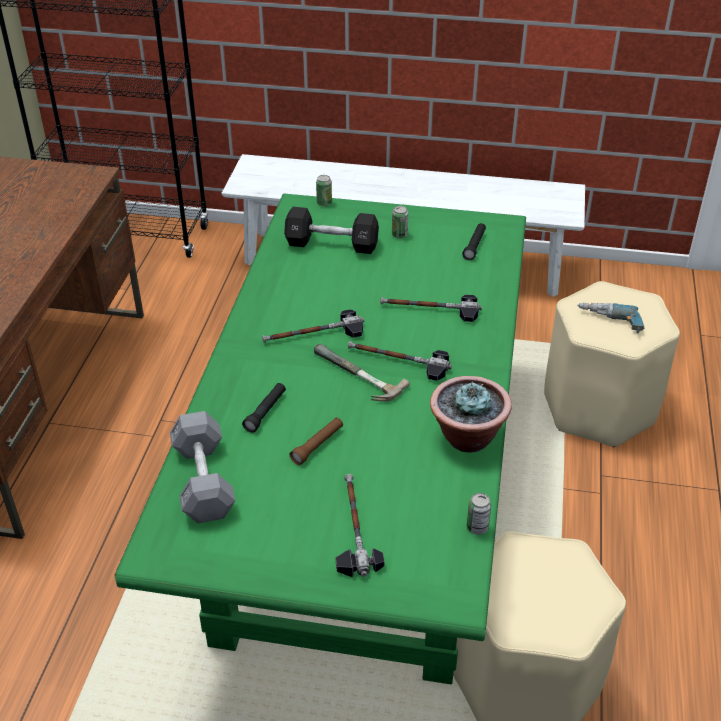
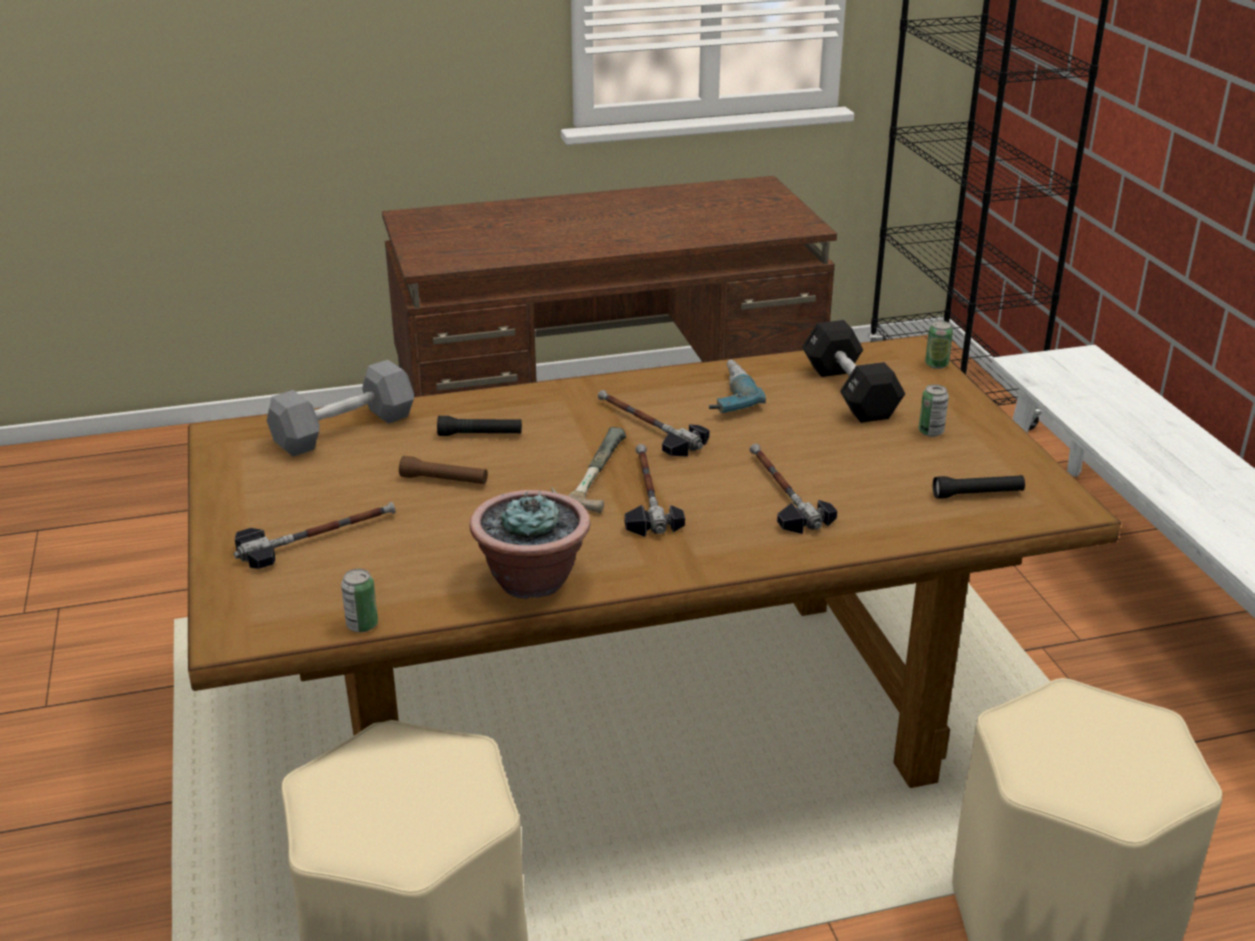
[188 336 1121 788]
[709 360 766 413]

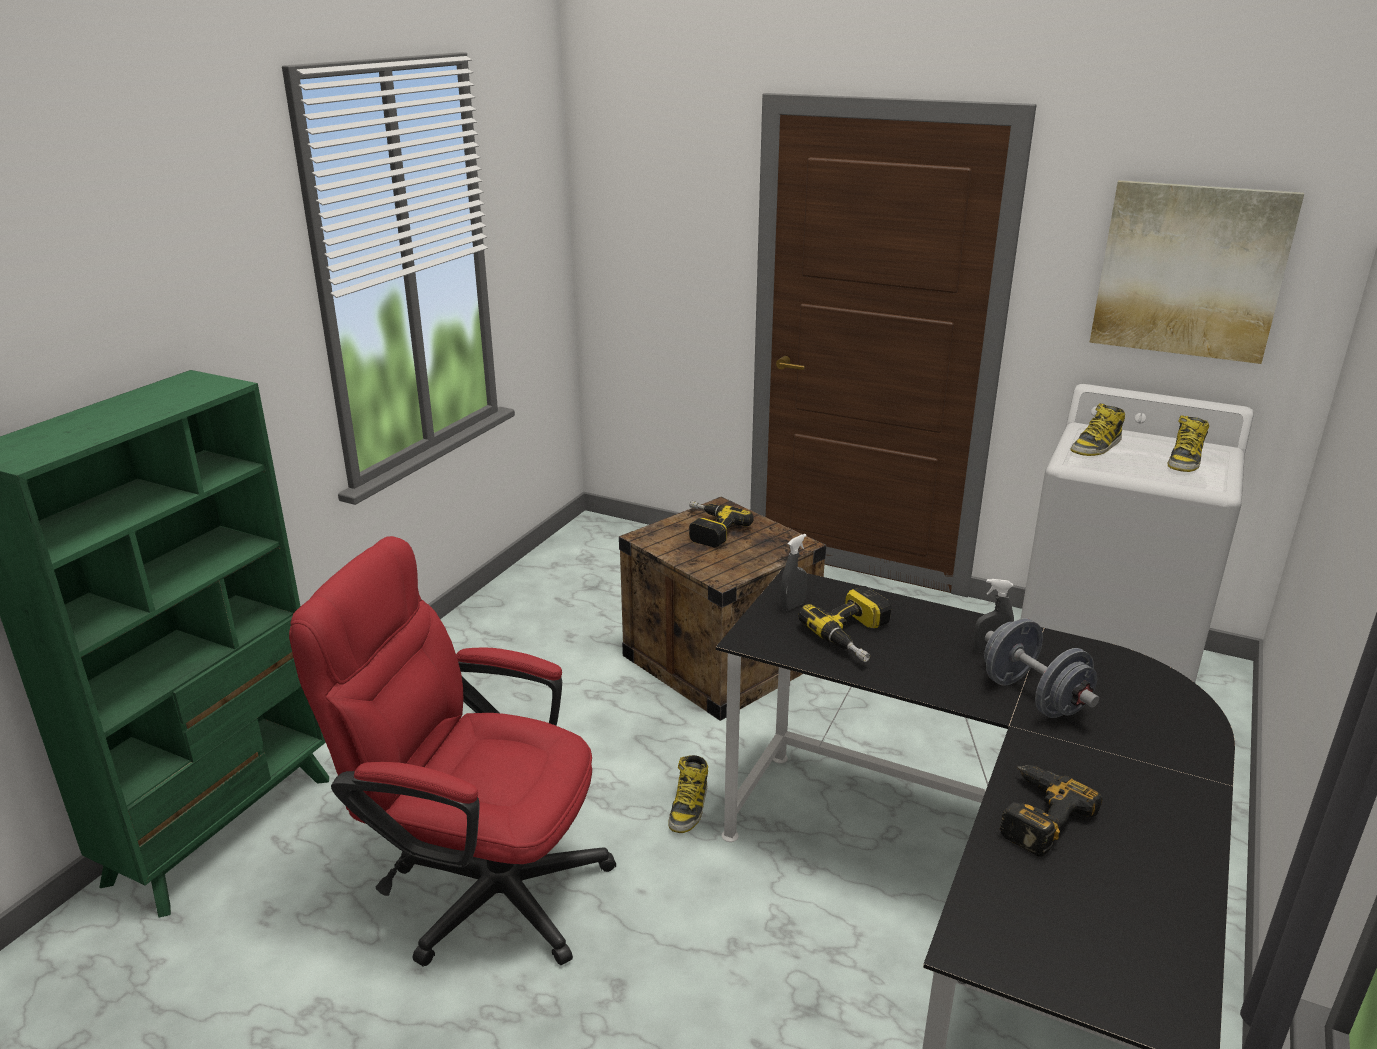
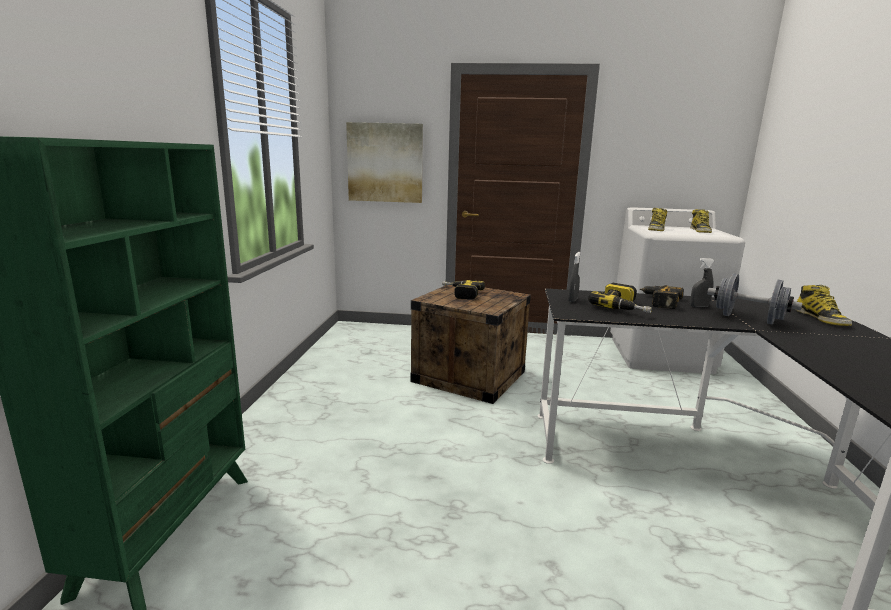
[346 122 423 203]
[289 536 616 967] (first image)
[795 285 852 326]
[640 285 684 309]

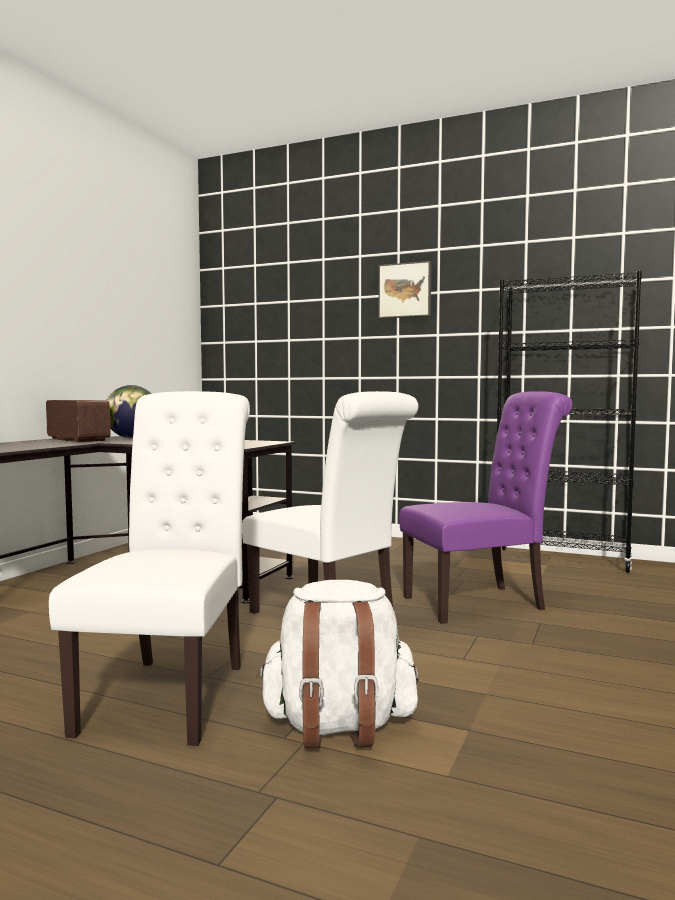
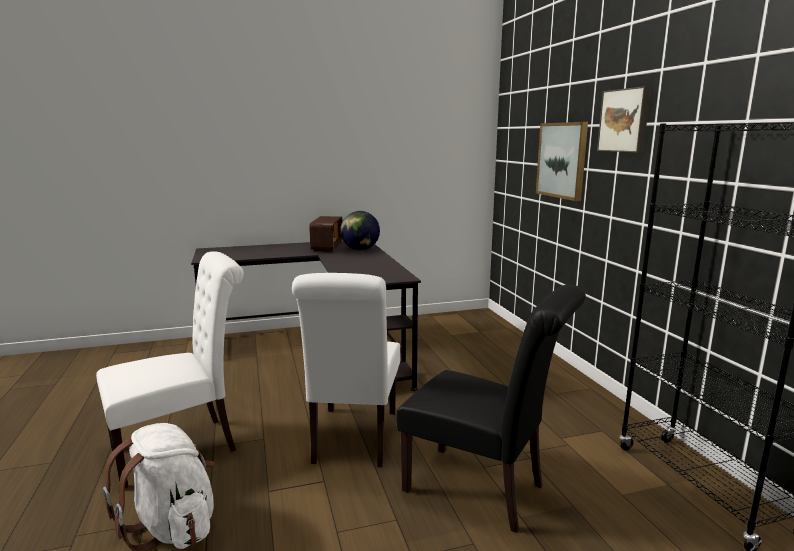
[396 285 586 533]
[536 122 588 201]

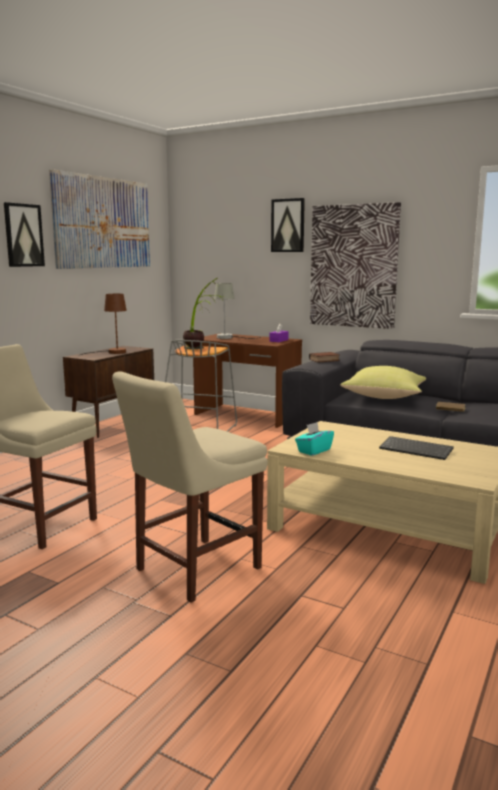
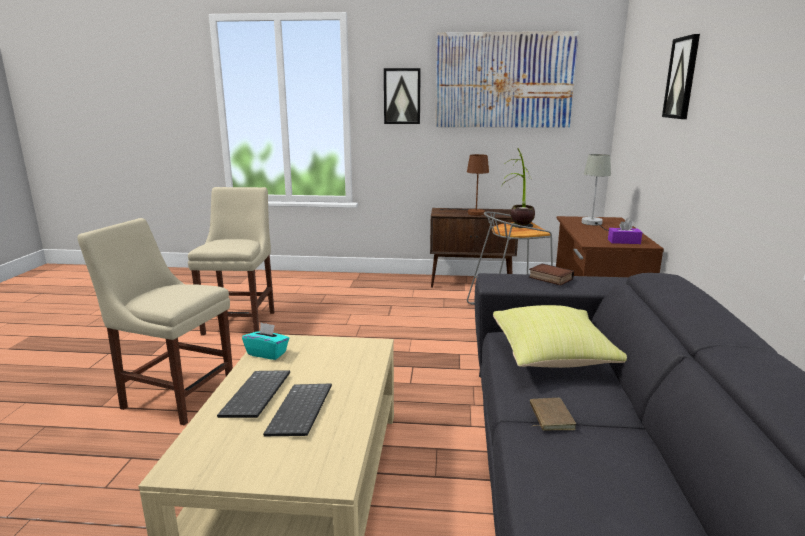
[310 202 401 329] (first image)
[217 370 290 418]

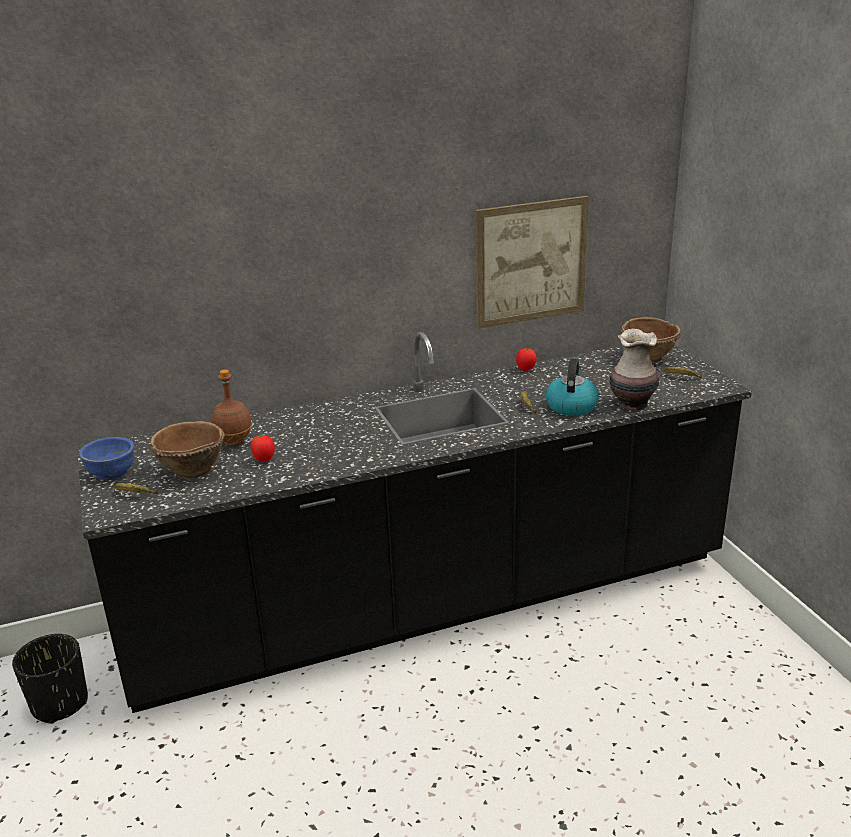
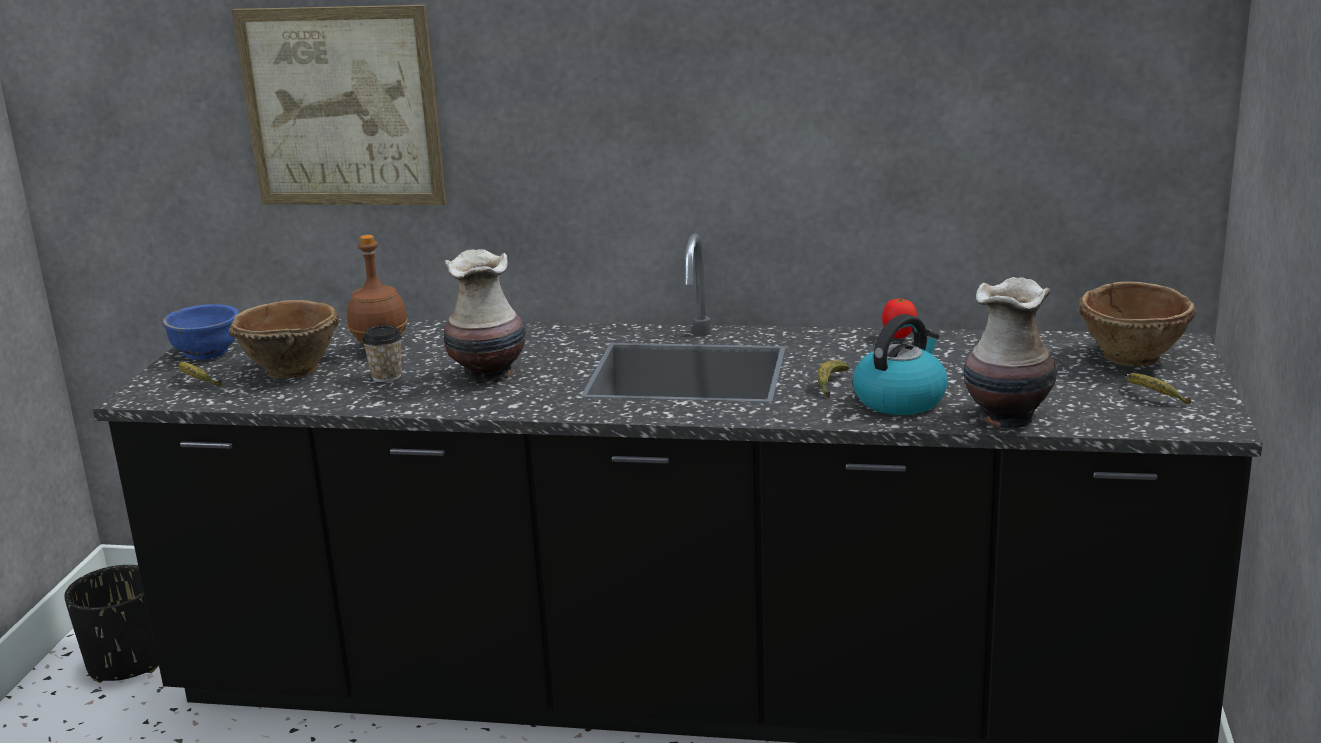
[232 5 447 205]
[362 325 402 382]
[444 249 526 384]

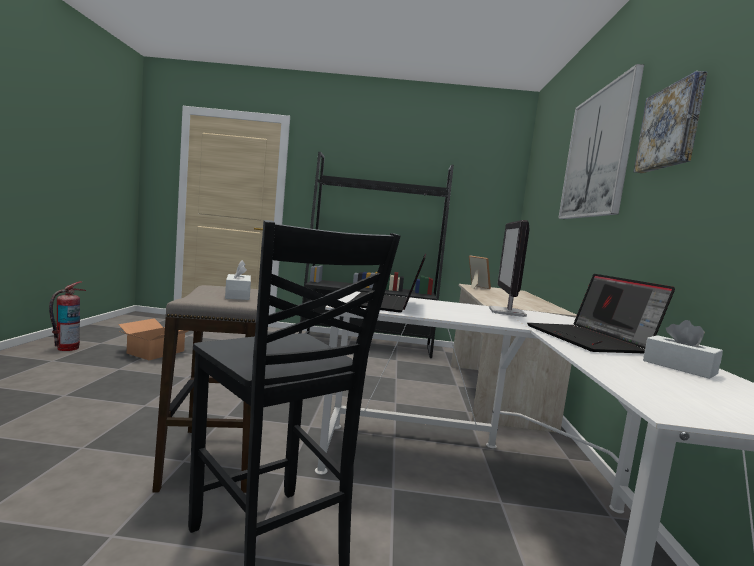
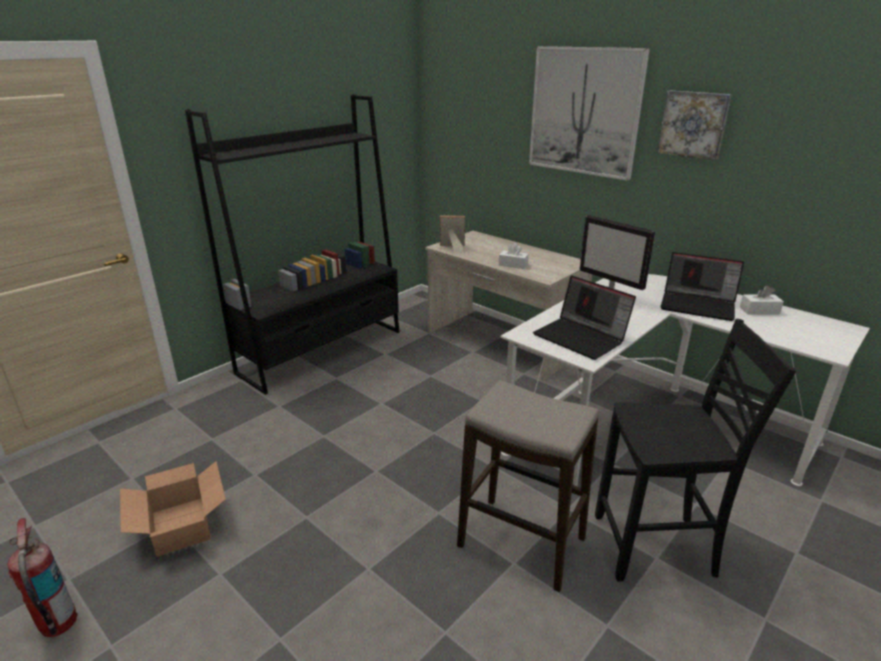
[499 243 529 269]

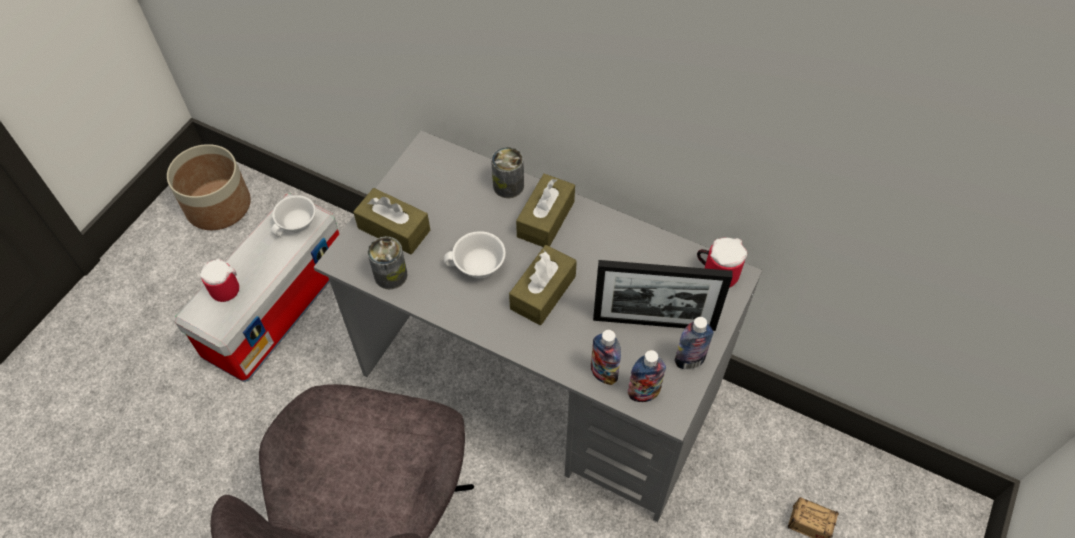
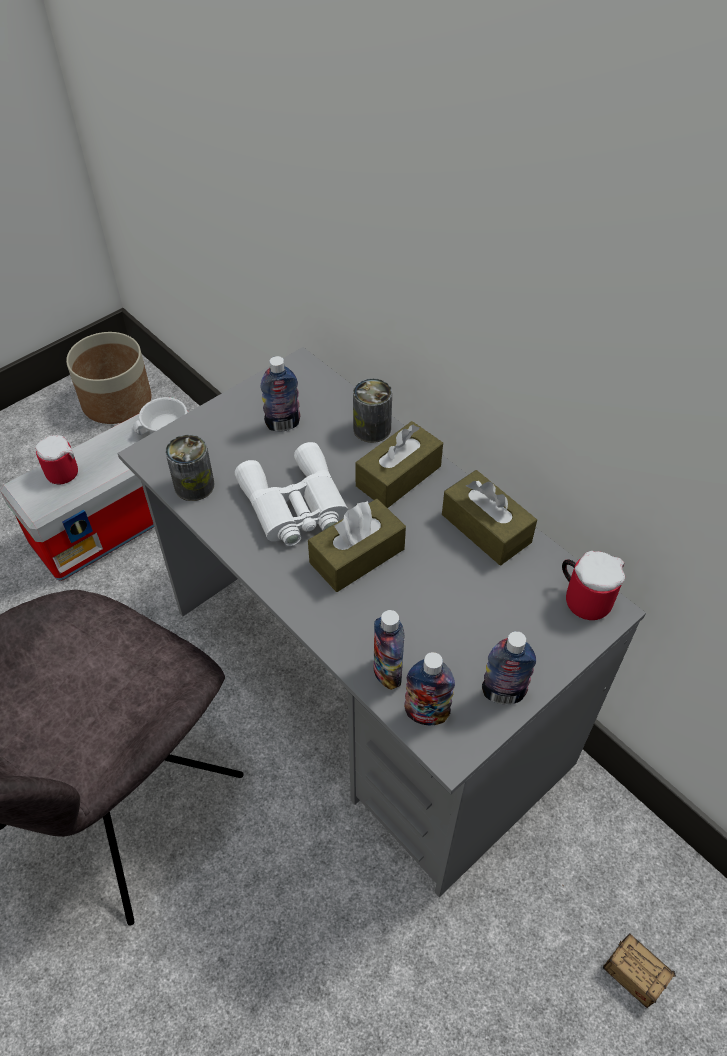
[442 470 537 565]
[235 442 348 546]
[593 260 732 331] (first image)
[260 356 301 431]

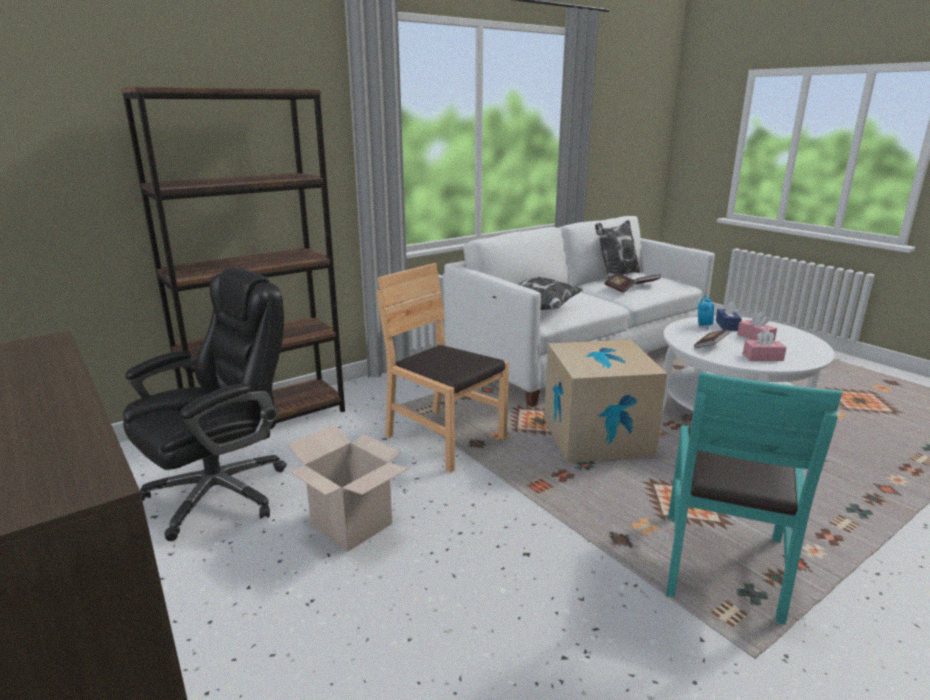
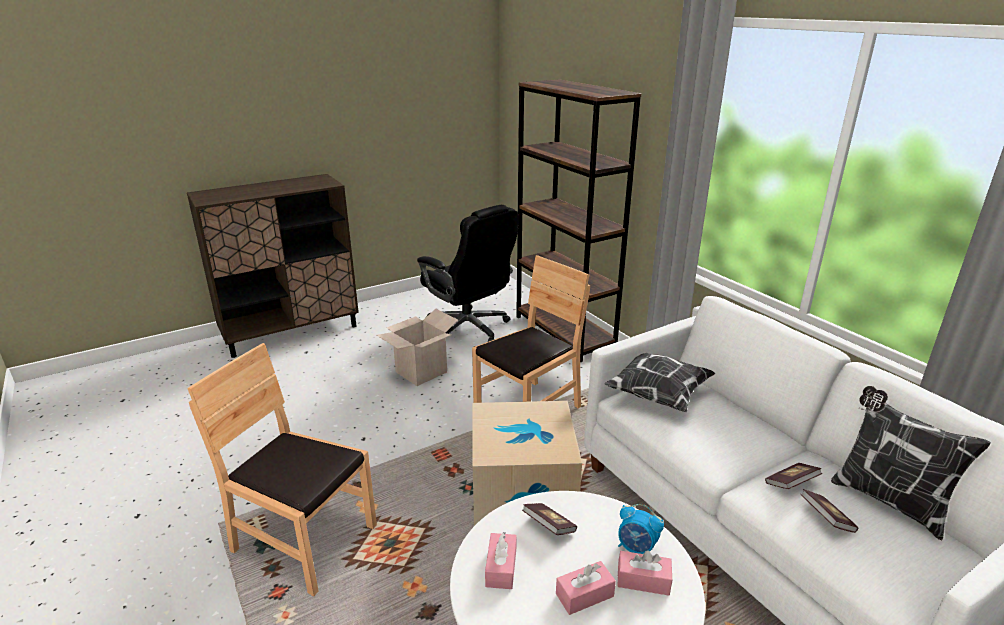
[617 550 672 595]
[188 343 377 596]

